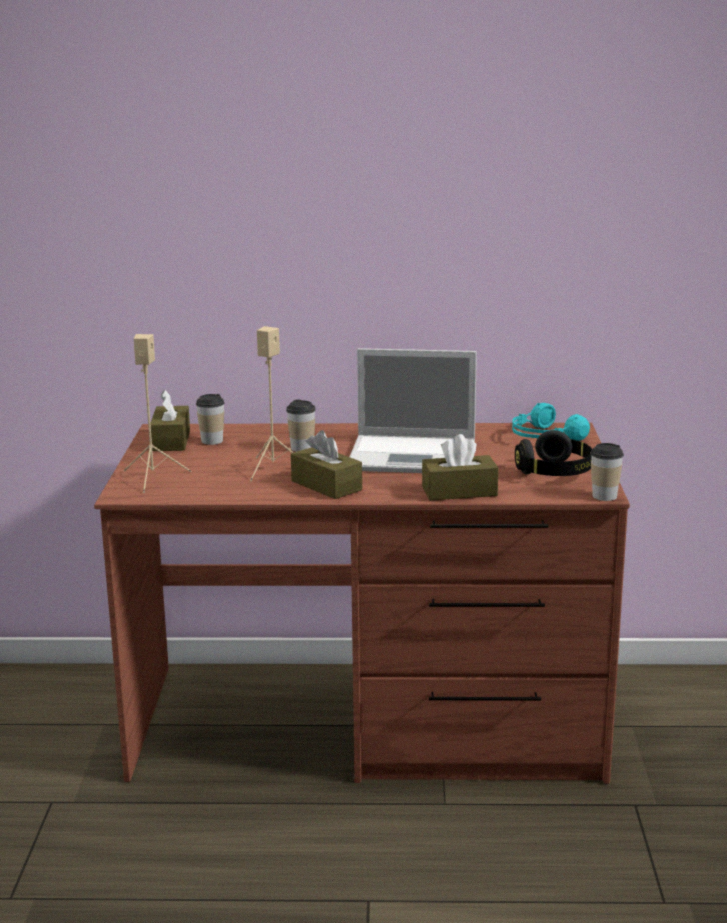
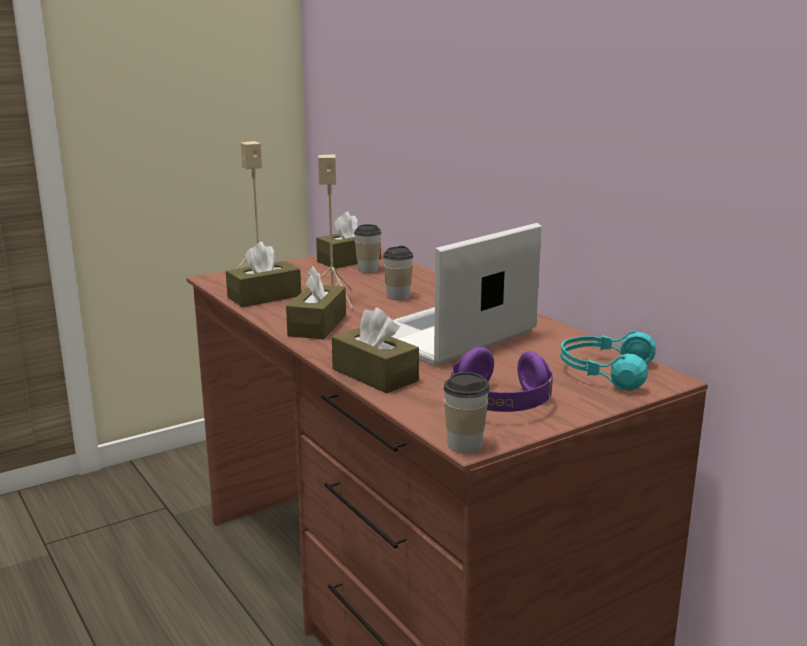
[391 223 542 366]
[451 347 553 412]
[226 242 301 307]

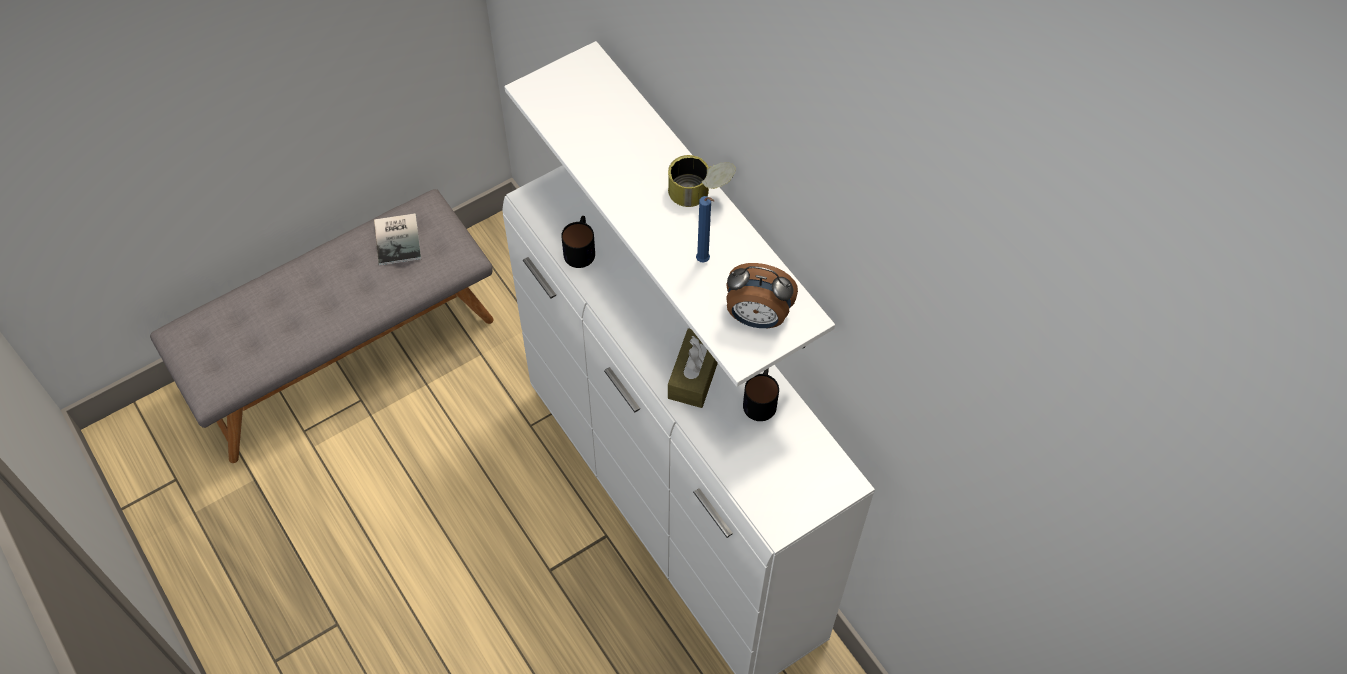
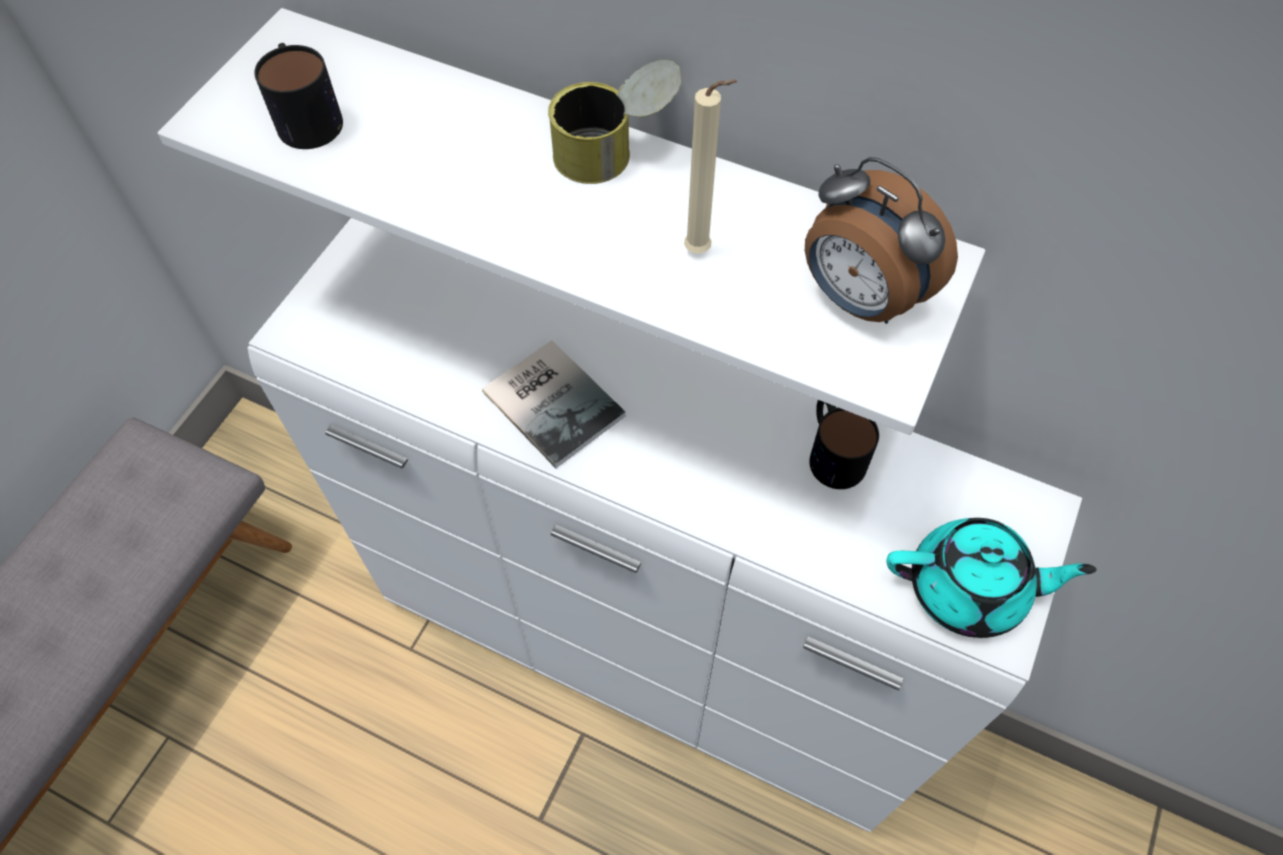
[684 79 737 253]
[482 340 626 468]
[254 43 343 149]
[805 157 958 324]
[668 328 718 408] (first image)
[887 518 1097 638]

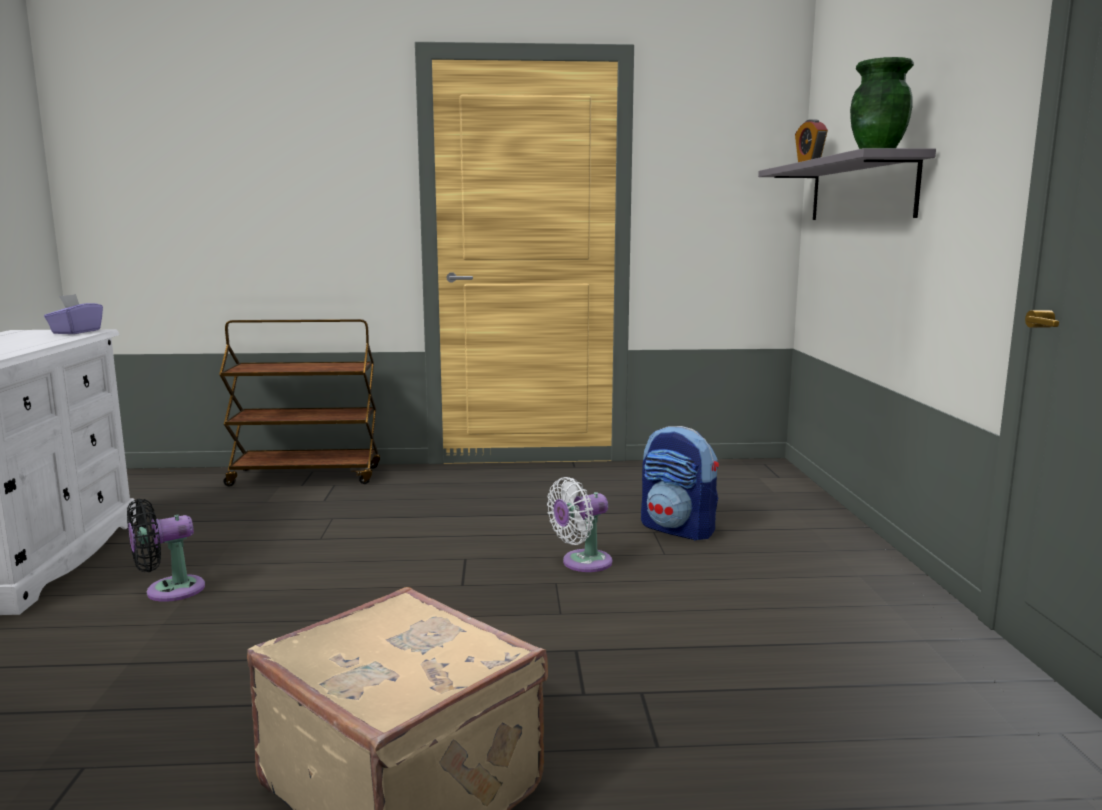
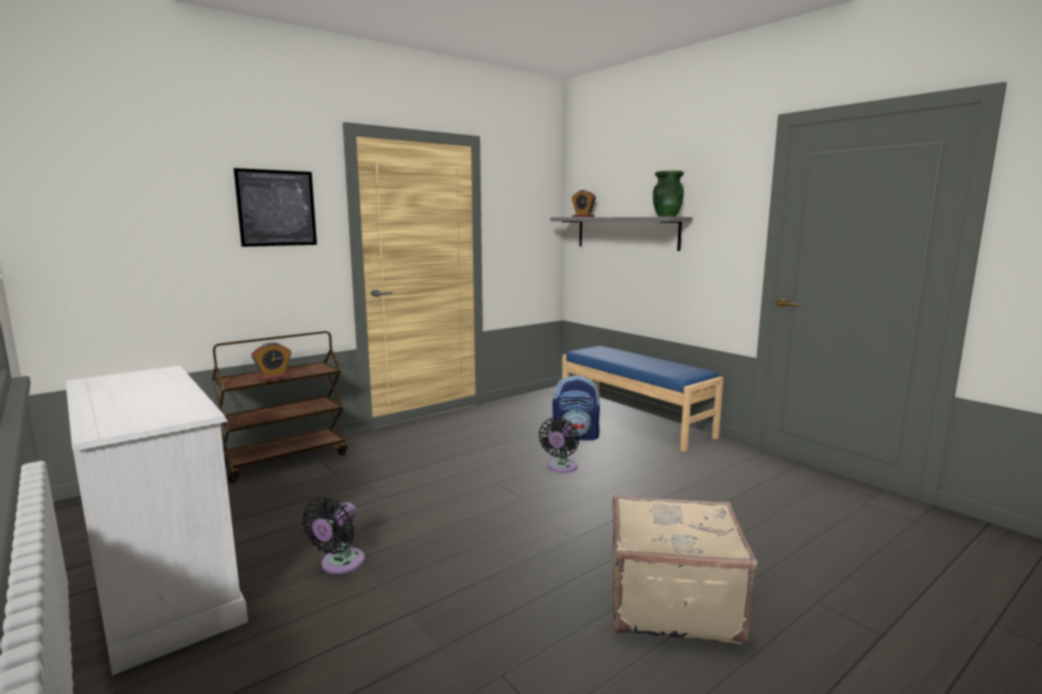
[44 294 103 334] (first image)
[539 417 579 473]
[234 168 317 247]
[251 342 291 382]
[562 346 723 452]

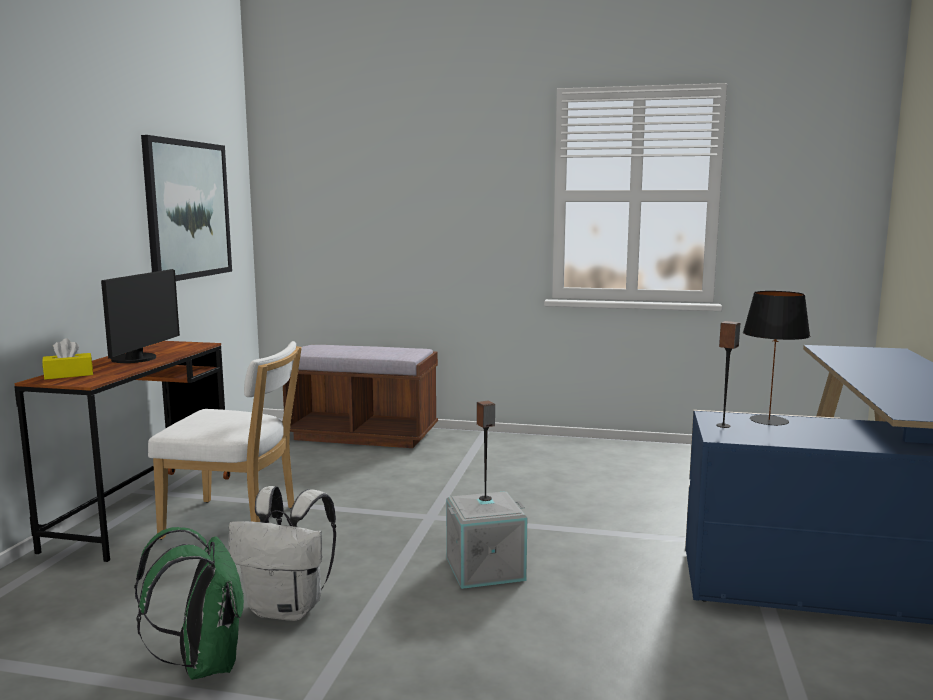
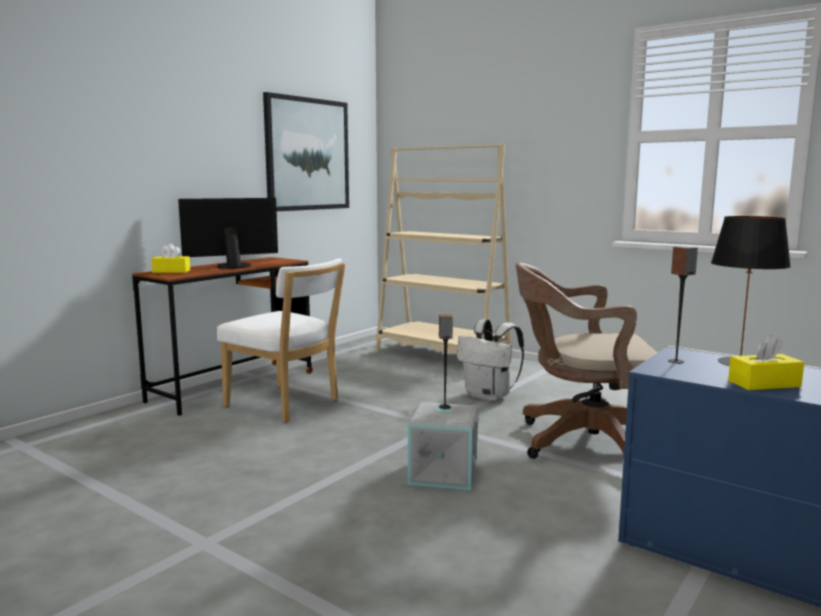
[178 198 278 269]
[375 144 512 359]
[457 319 524 401]
[134 527 244 680] (first image)
[515 262 658 459]
[728 335 804 390]

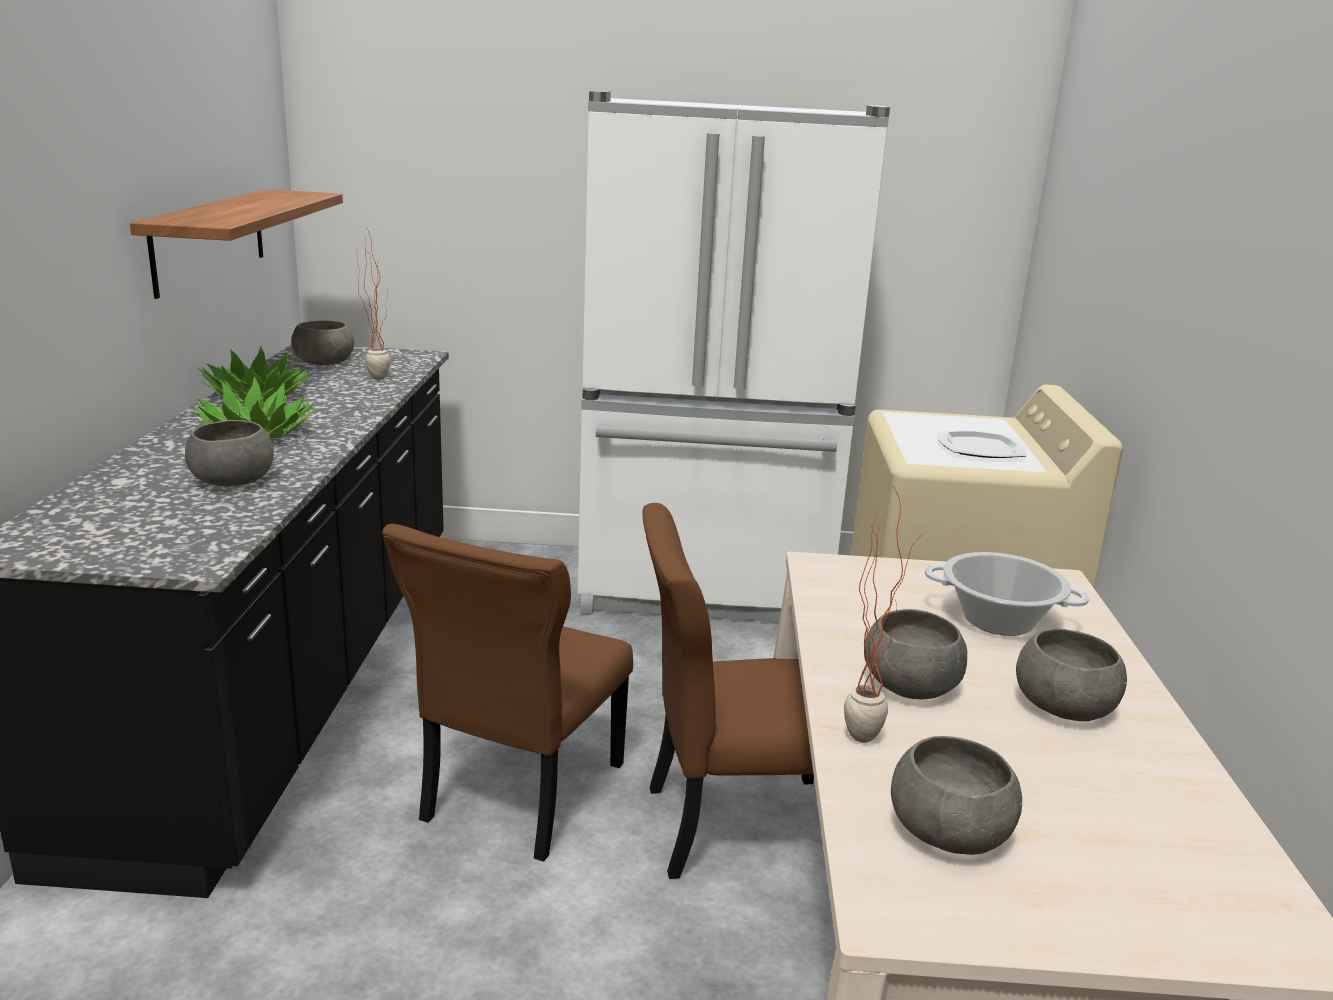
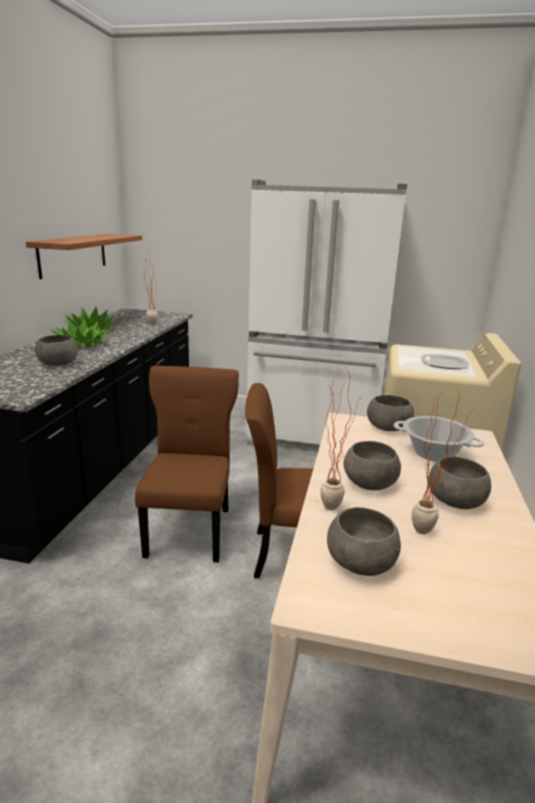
[367 395 414 431]
[135 366 239 562]
[412 386 474 534]

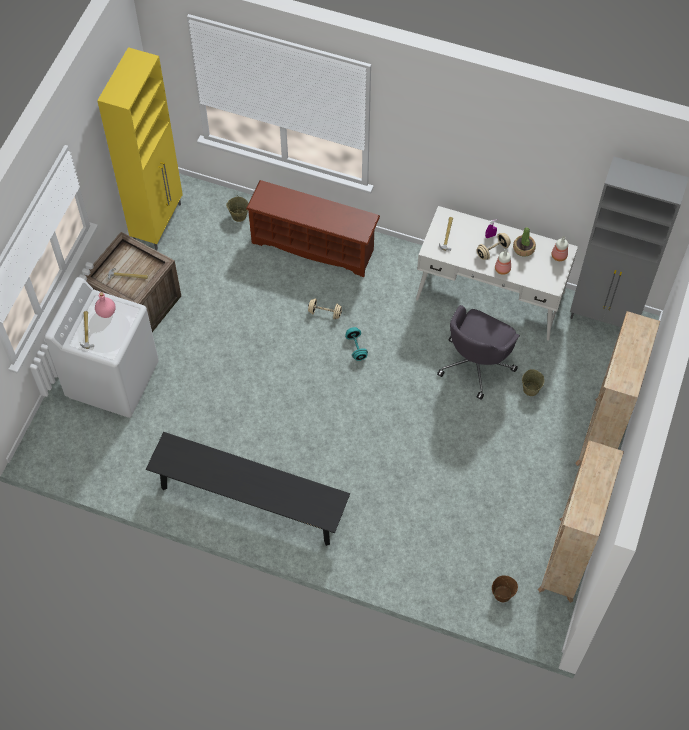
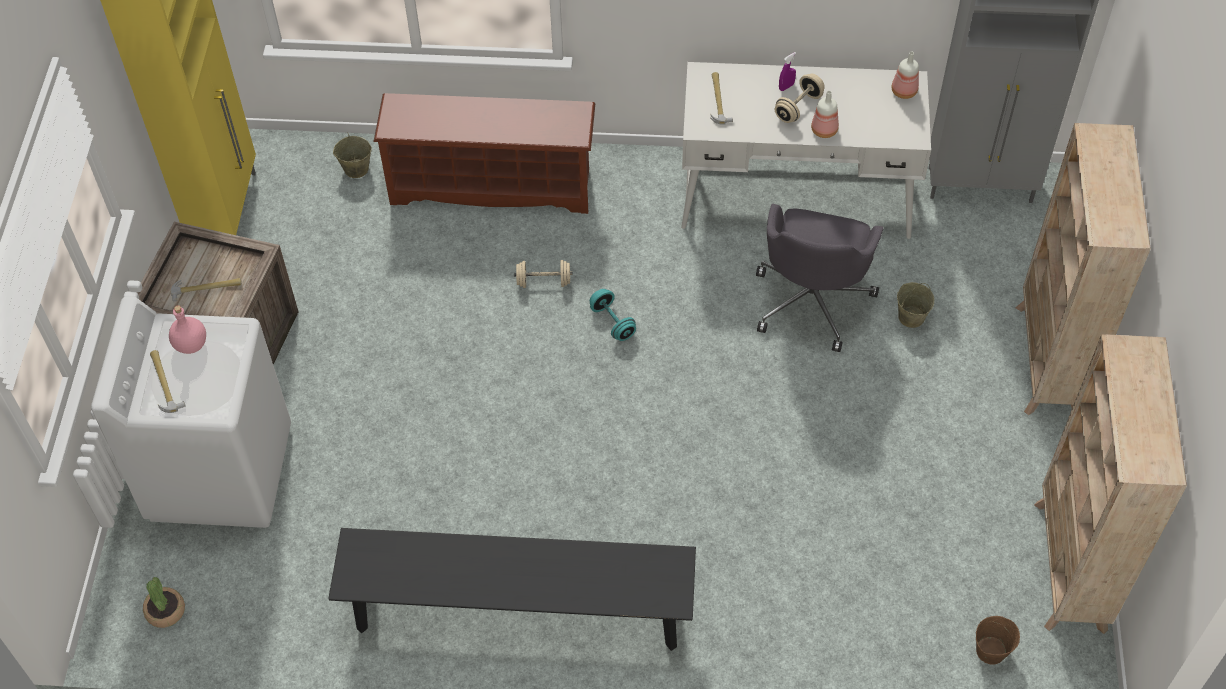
[143 577 185 628]

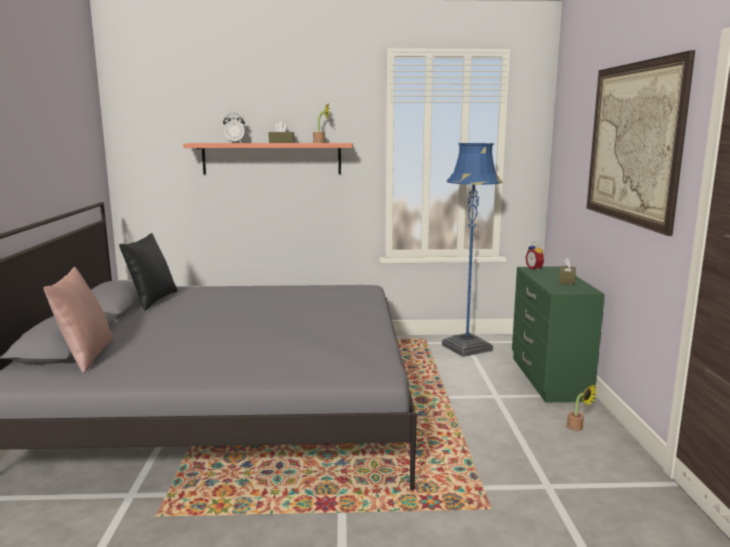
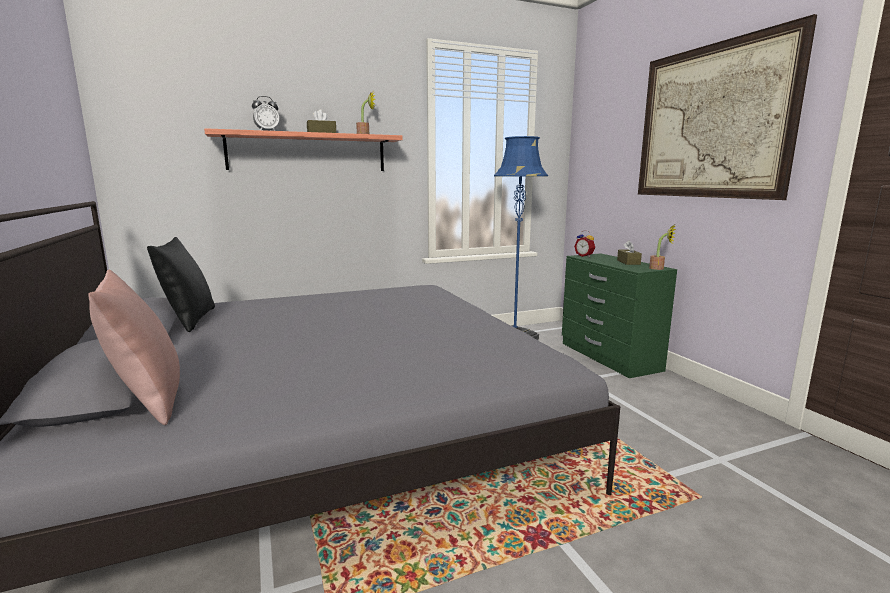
[649 225 676 270]

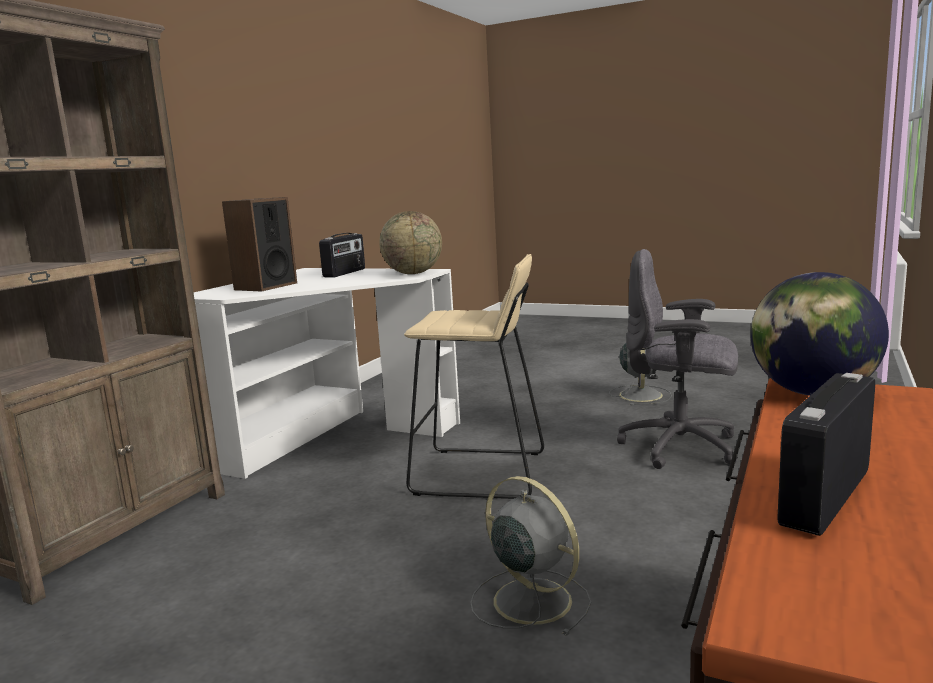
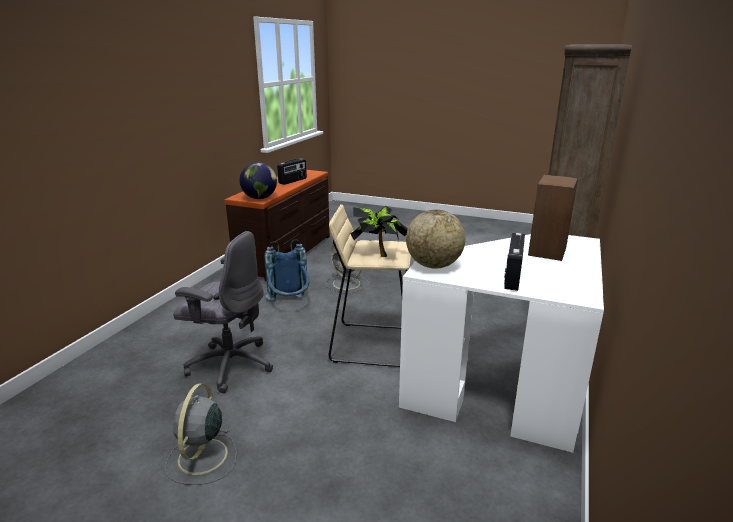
[351 206 408 257]
[264 239 309 301]

